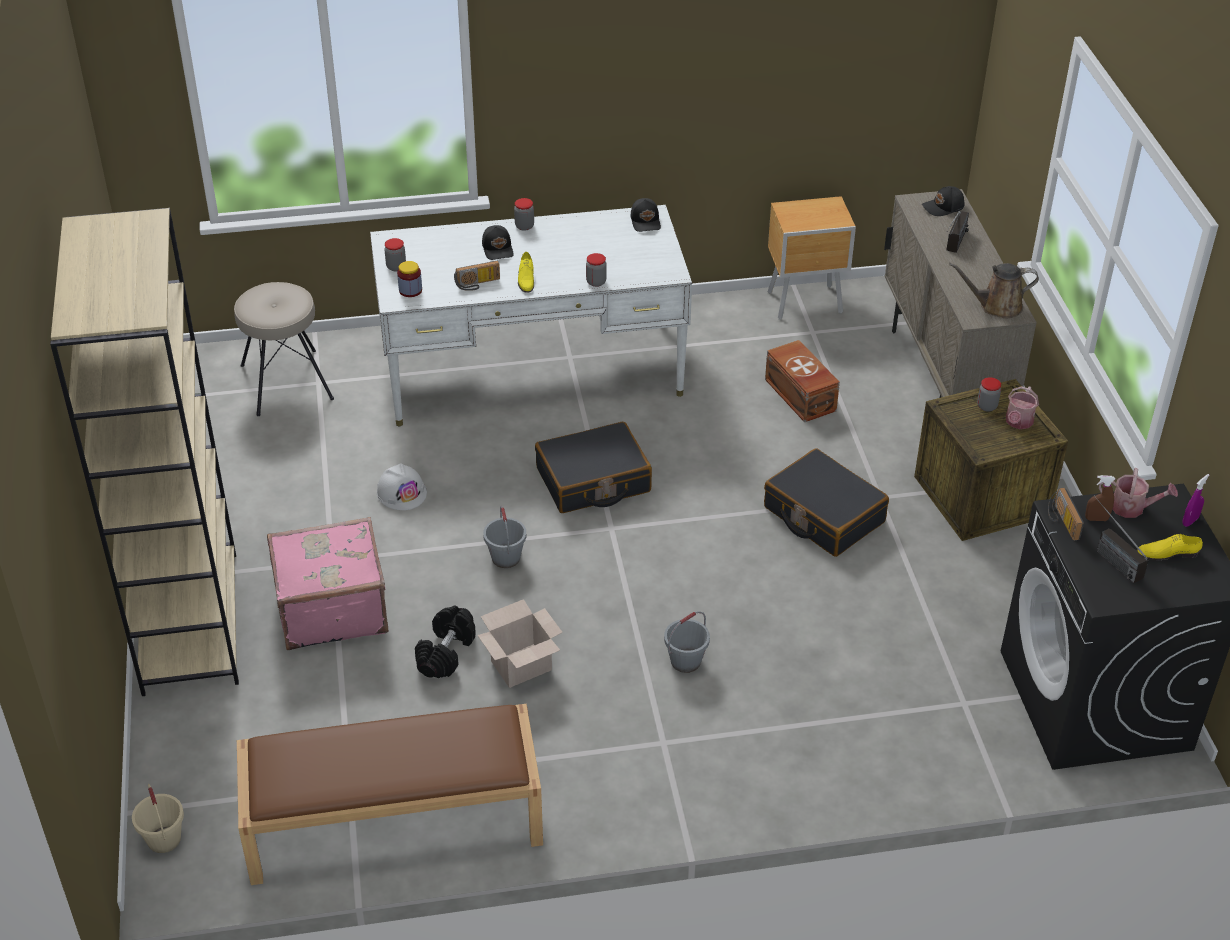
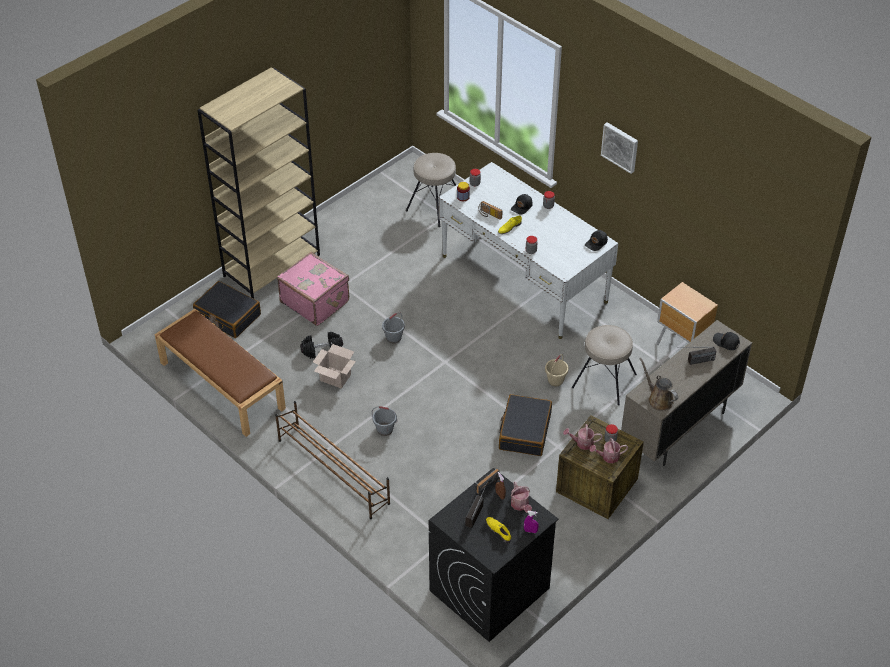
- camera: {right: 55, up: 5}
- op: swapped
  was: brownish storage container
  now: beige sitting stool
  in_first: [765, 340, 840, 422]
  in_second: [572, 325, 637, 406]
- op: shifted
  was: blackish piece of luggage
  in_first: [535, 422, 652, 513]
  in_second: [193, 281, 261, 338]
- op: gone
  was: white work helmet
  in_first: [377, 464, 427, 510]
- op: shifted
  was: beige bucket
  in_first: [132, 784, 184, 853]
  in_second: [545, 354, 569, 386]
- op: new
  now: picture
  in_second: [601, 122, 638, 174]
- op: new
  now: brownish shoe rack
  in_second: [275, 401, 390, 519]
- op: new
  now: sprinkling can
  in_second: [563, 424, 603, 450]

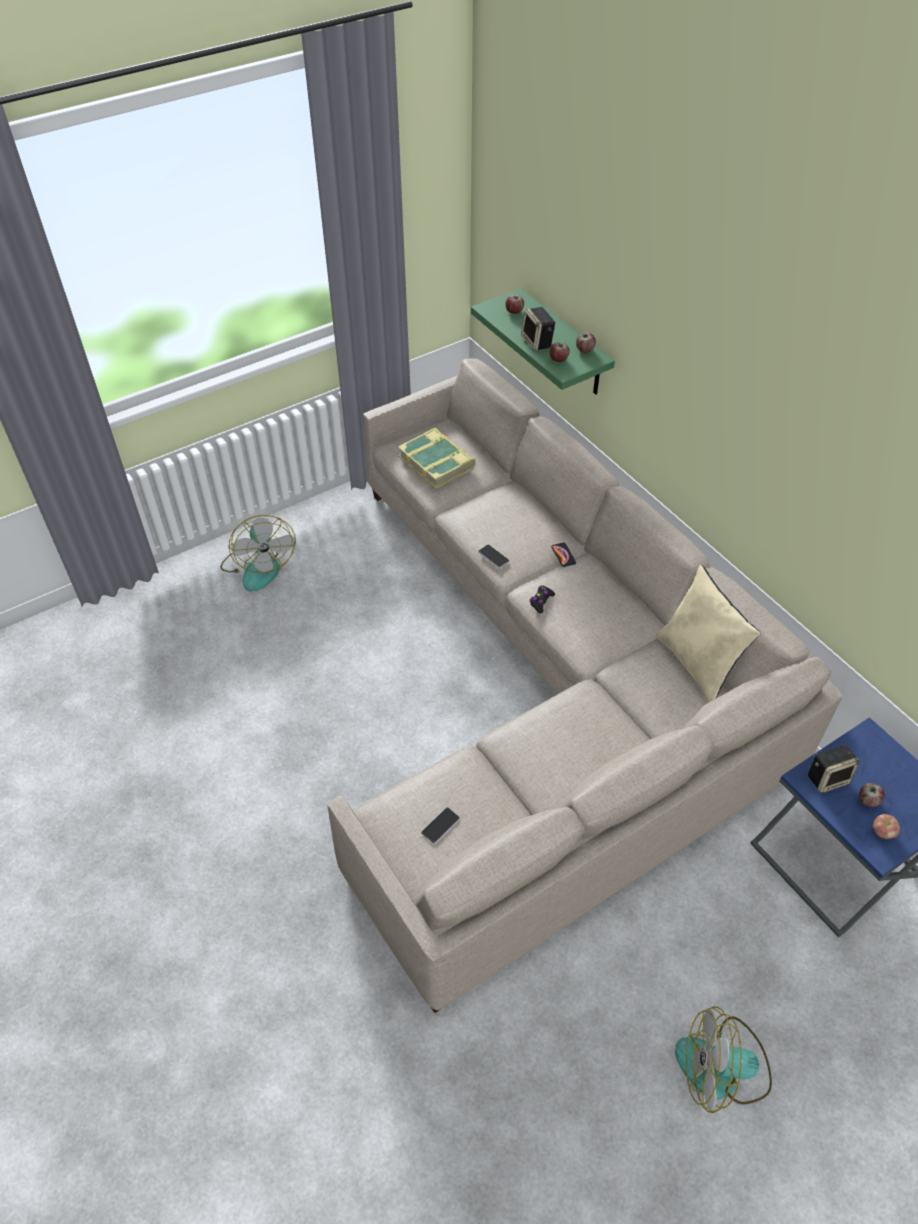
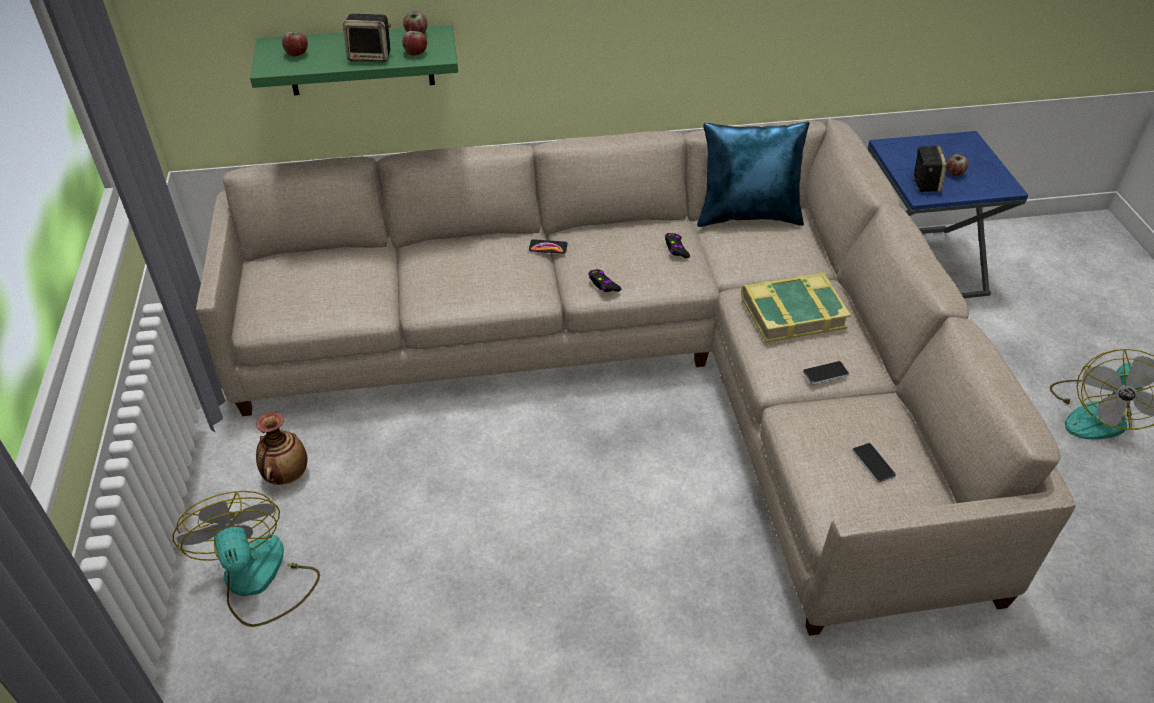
- camera: {right: -65, up: -5}
- op: shifted
  was: volume
  in_first: [398, 428, 476, 489]
  in_second: [741, 272, 851, 343]
- op: rotated
  was: electric fan
  in_first: [220, 515, 296, 591]
  in_second: [173, 491, 320, 627]
  clockwise: -120
- op: shifted
  was: telephone
  in_first: [478, 544, 509, 568]
  in_second: [803, 361, 849, 384]
- op: repainted
  was: beige throw pillow
  now: blue-coloured throw pillow
  in_first: [656, 565, 761, 703]
  in_second: [697, 122, 809, 227]
- op: gone
  was: apple
  in_first: [873, 814, 900, 839]
- op: new
  now: blackish joypad
  in_second: [665, 233, 690, 258]
- op: new
  now: flower vase
  in_second: [256, 412, 308, 485]

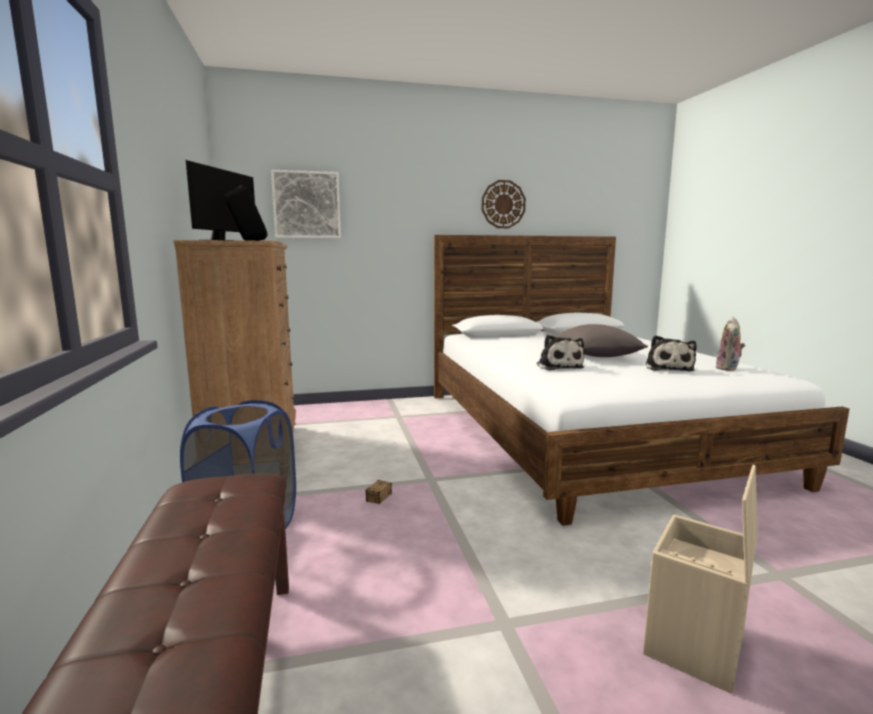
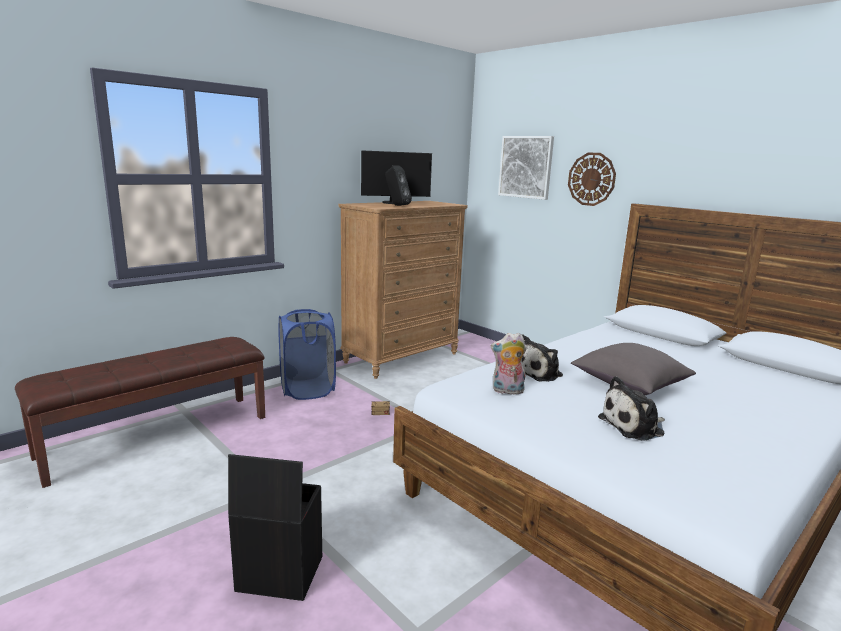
- camera: {right: 60, up: 5}
- op: shifted
  was: wall clock
  in_first: [482, 180, 526, 228]
  in_second: [568, 153, 616, 206]
- op: shifted
  was: soft toy
  in_first: [716, 317, 745, 371]
  in_second: [491, 333, 526, 394]
- op: repainted
  was: beige storage container
  now: blackish storage container
  in_first: [643, 465, 758, 694]
  in_second: [228, 454, 322, 601]

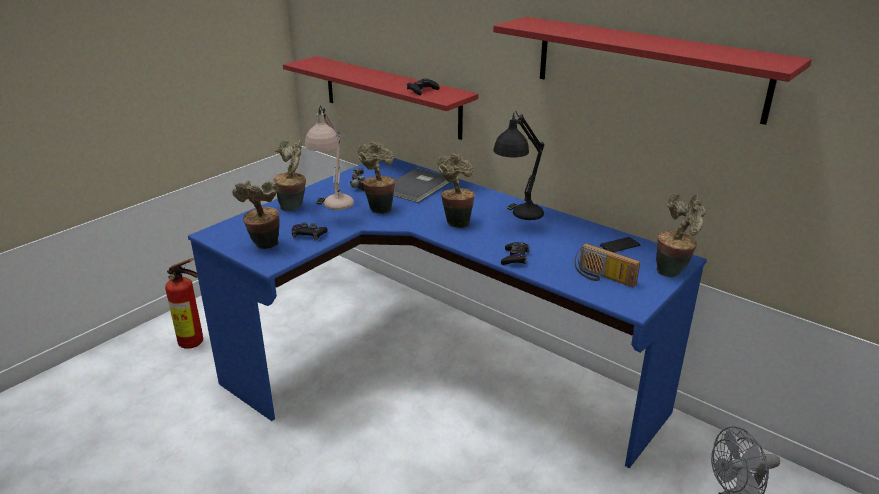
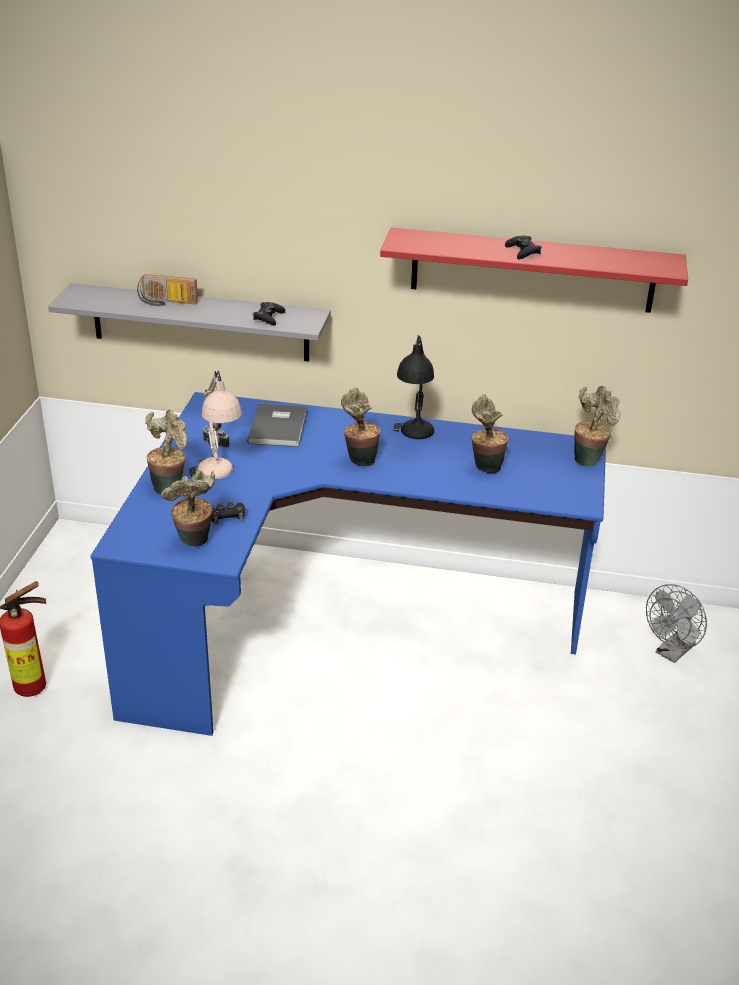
- camera: {right: -30, up: 5}
- op: repainted
  was: reddish shelf
  now: grey shelf
  in_first: [283, 56, 478, 140]
  in_second: [48, 283, 331, 362]
- op: shifted
  was: houseplant
  in_first: [358, 142, 395, 214]
  in_second: [471, 394, 509, 474]
- op: gone
  was: telephone
  in_first: [600, 237, 640, 252]
- op: shifted
  was: blackish joypad
  in_first: [501, 242, 530, 265]
  in_second: [505, 235, 542, 259]
- op: shifted
  was: radio set
  in_first: [575, 243, 640, 287]
  in_second: [137, 274, 198, 306]

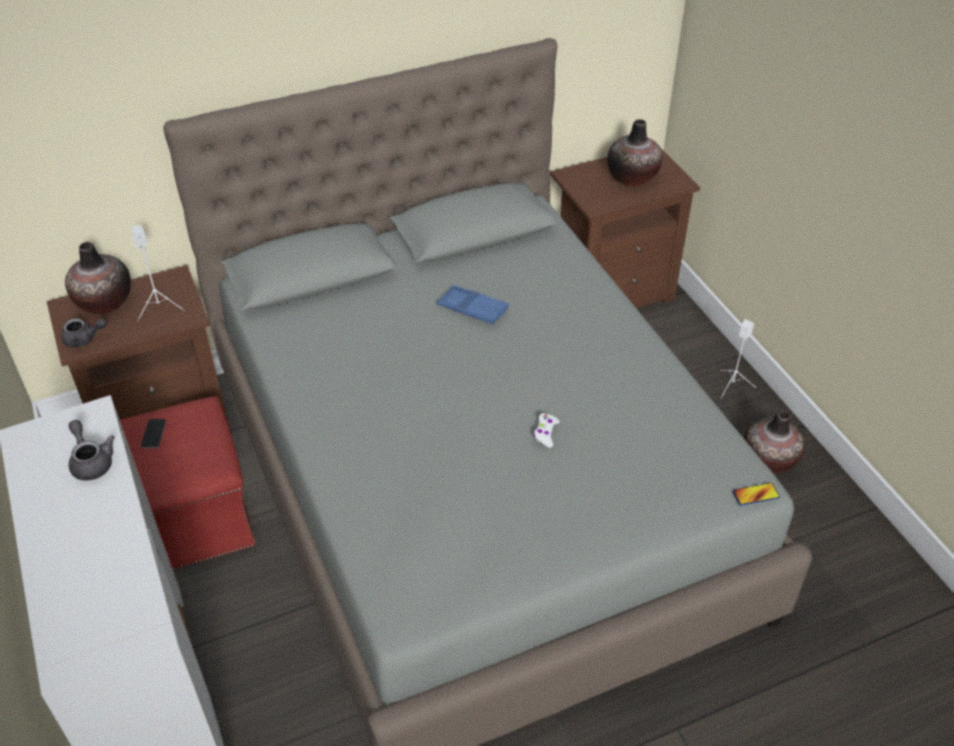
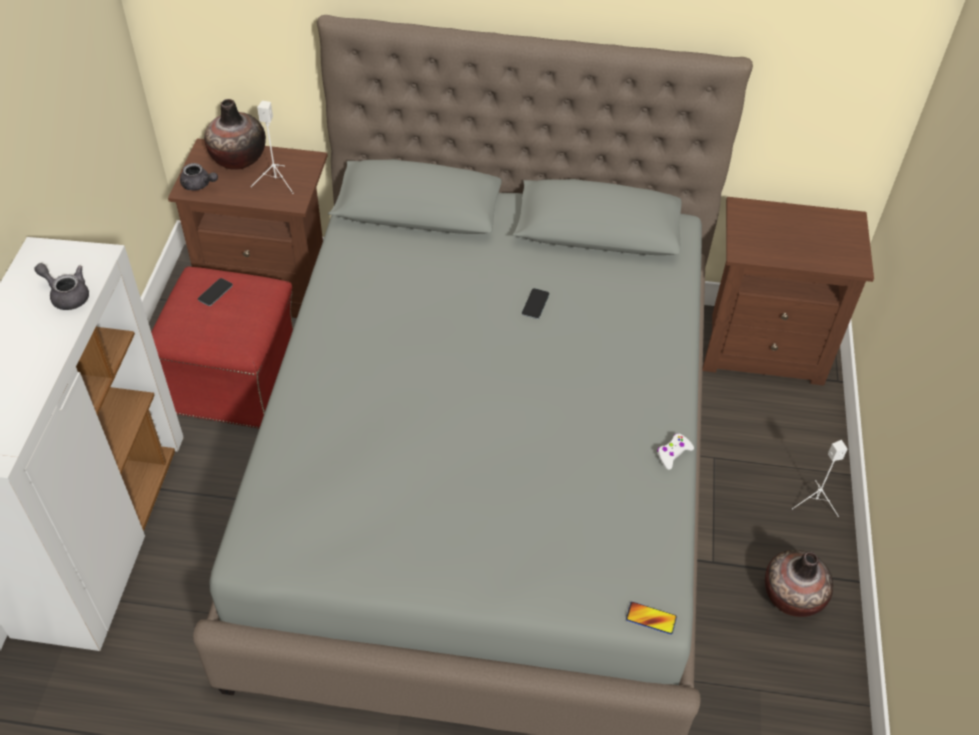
- camera: {right: 30, up: 5}
- op: gone
  was: flower vase
  in_first: [607, 119, 662, 186]
- op: swapped
  was: blue-coloured tray
  now: telephone
  in_first: [437, 285, 509, 324]
  in_second: [522, 288, 549, 319]
- op: shifted
  was: white joypad
  in_first: [533, 413, 560, 448]
  in_second: [657, 433, 694, 470]
- op: rotated
  was: grey pot for tea
  in_first: [69, 420, 115, 481]
  in_second: [34, 263, 89, 310]
  clockwise: -60

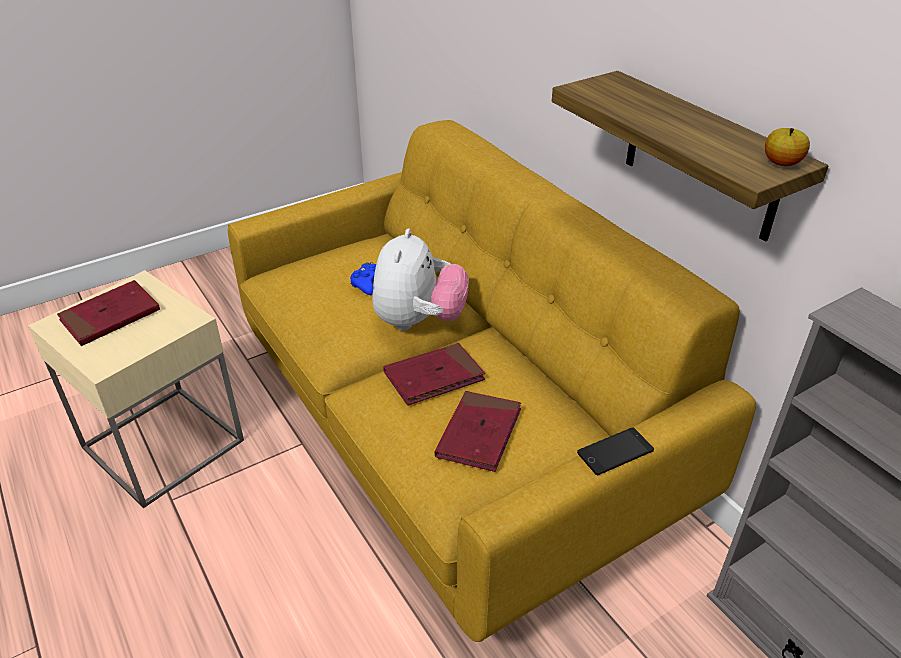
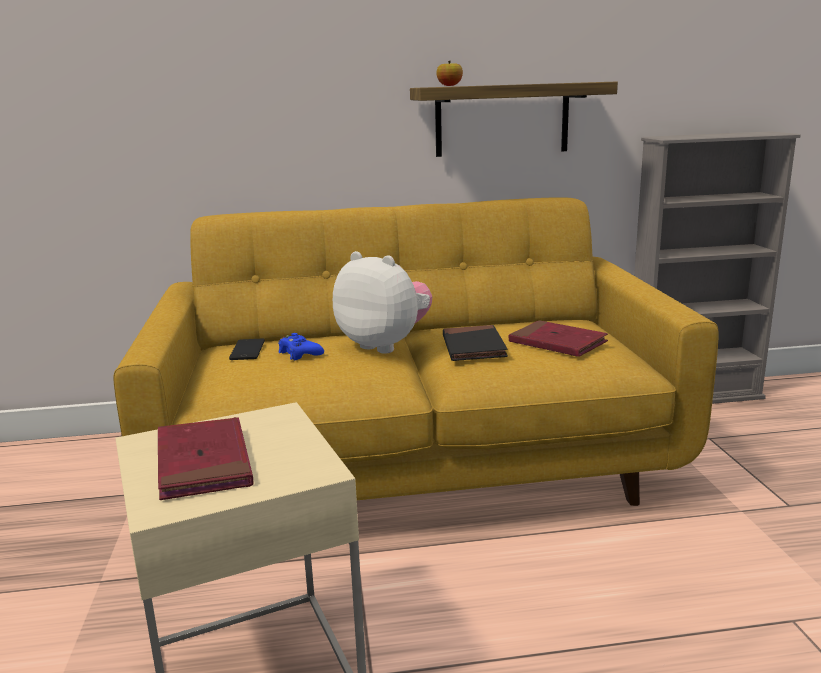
- camera: {right: -65, up: -20}
- op: shifted
  was: apple
  in_first: [765, 128, 810, 166]
  in_second: [436, 61, 463, 86]
- op: repainted
  was: reddish volume
  now: blackish volume
  in_first: [383, 343, 485, 405]
  in_second: [443, 325, 508, 361]
- op: shifted
  was: telephone
  in_first: [577, 427, 654, 475]
  in_second: [229, 339, 265, 360]

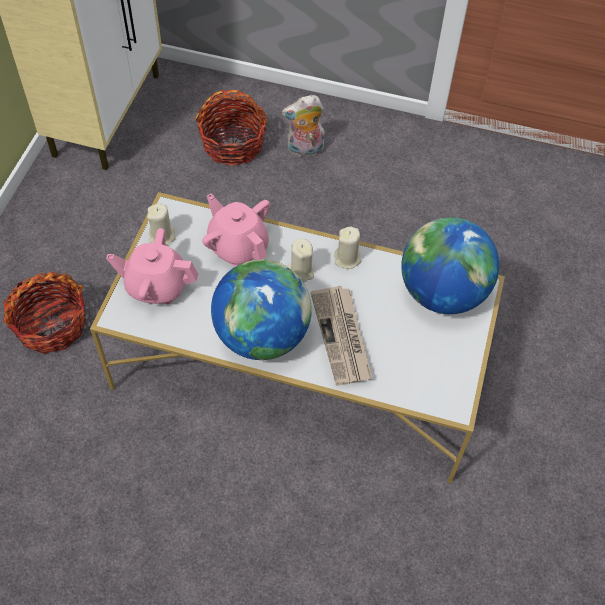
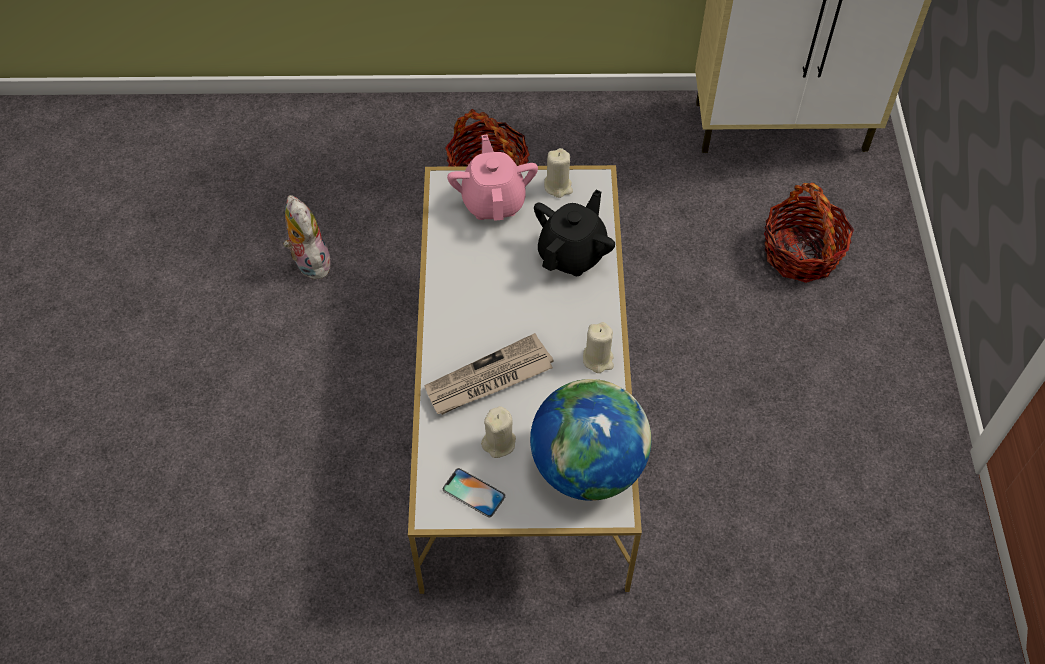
- camera: {right: 75, up: 0}
- op: shifted
  was: soft toy
  in_first: [282, 95, 324, 159]
  in_second: [283, 195, 331, 280]
- op: repainted
  was: pink pot for tea
  now: blackish pot for tea
  in_first: [202, 193, 270, 266]
  in_second: [534, 189, 615, 276]
- op: shifted
  was: beige candle
  in_first: [287, 239, 314, 282]
  in_second: [481, 406, 516, 458]
- op: gone
  was: world globe
  in_first: [211, 260, 312, 360]
- op: new
  now: telephone
  in_second: [443, 468, 505, 517]

